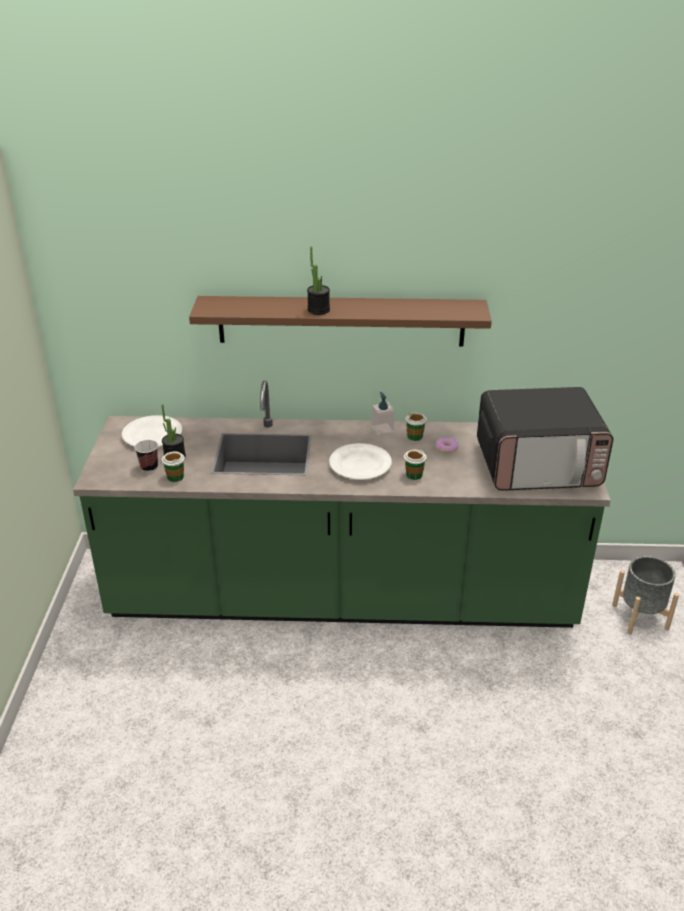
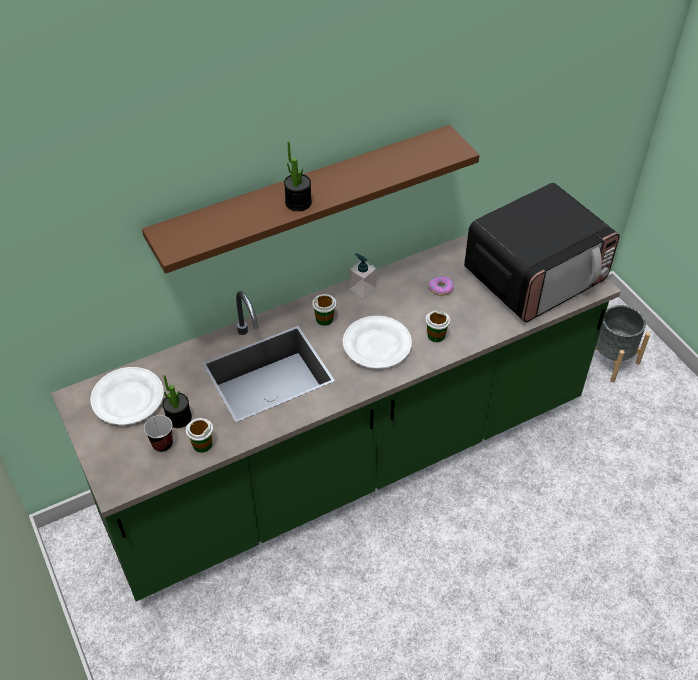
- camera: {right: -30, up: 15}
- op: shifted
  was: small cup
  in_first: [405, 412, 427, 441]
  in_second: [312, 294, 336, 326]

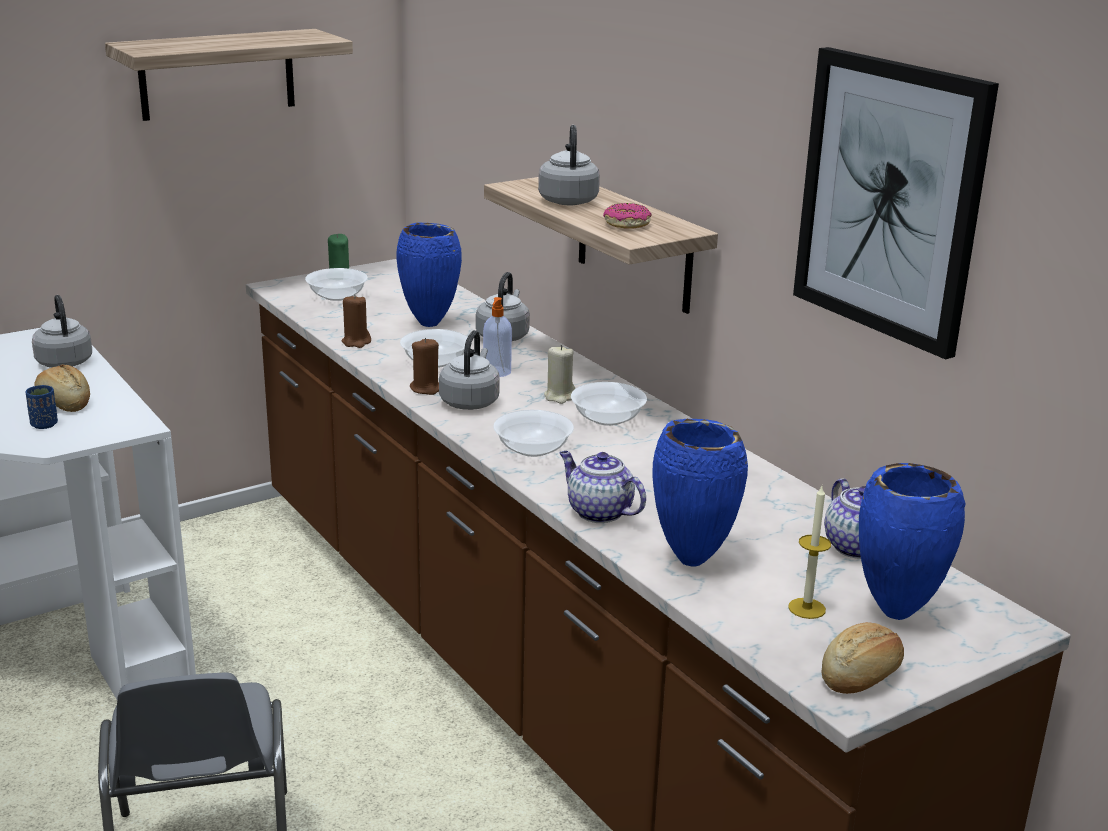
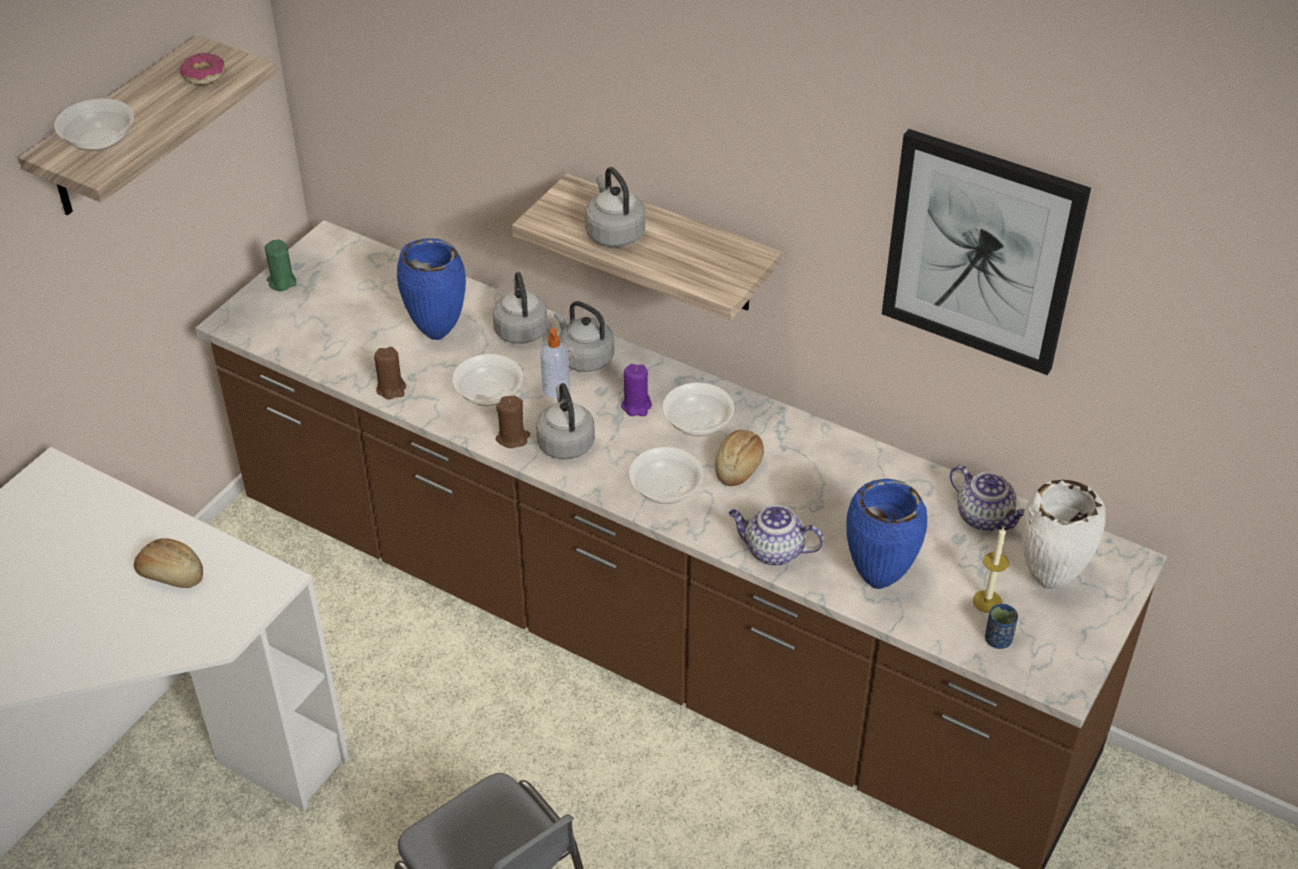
- camera: {right: -25, up: 20}
- op: shifted
  was: donut
  in_first: [603, 203, 652, 228]
  in_second: [180, 53, 225, 85]
- op: shifted
  was: deep dish
  in_first: [305, 268, 368, 301]
  in_second: [54, 98, 134, 151]
- op: shifted
  was: grey tea kettle
  in_first: [32, 295, 92, 368]
  in_second: [554, 301, 614, 372]
- op: repainted
  was: beige candle
  now: purplish candle
  in_first: [544, 345, 575, 404]
  in_second: [621, 364, 652, 416]
- op: shifted
  was: blue-coloured small cup
  in_first: [26, 385, 58, 429]
  in_second: [985, 604, 1018, 649]
- op: repainted
  was: blue-coloured flower vase
  now: white flower vase
  in_first: [859, 463, 965, 620]
  in_second: [1022, 479, 1105, 589]
- op: shifted
  was: bakery bread
  in_first: [821, 622, 904, 694]
  in_second: [715, 430, 764, 486]

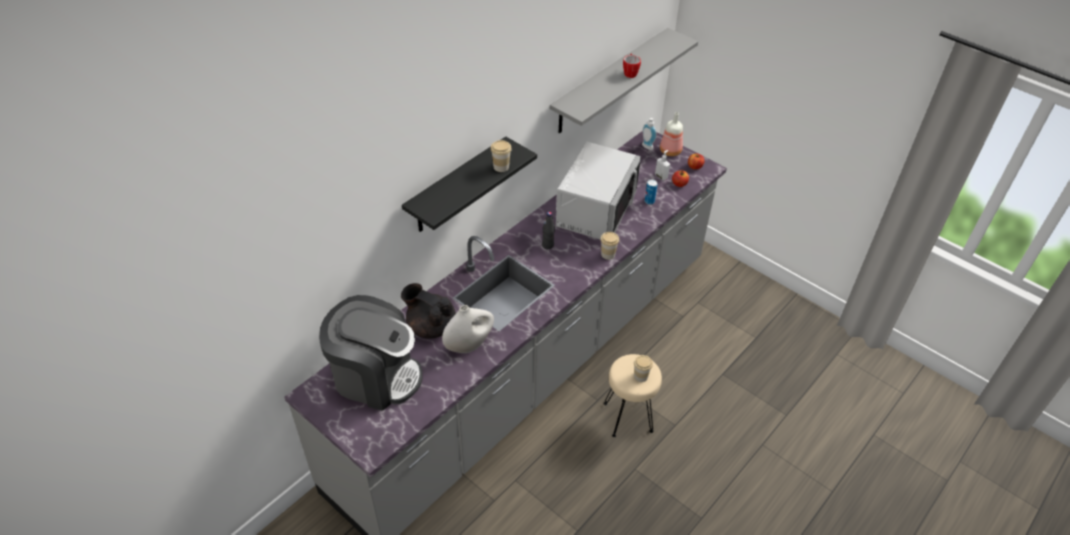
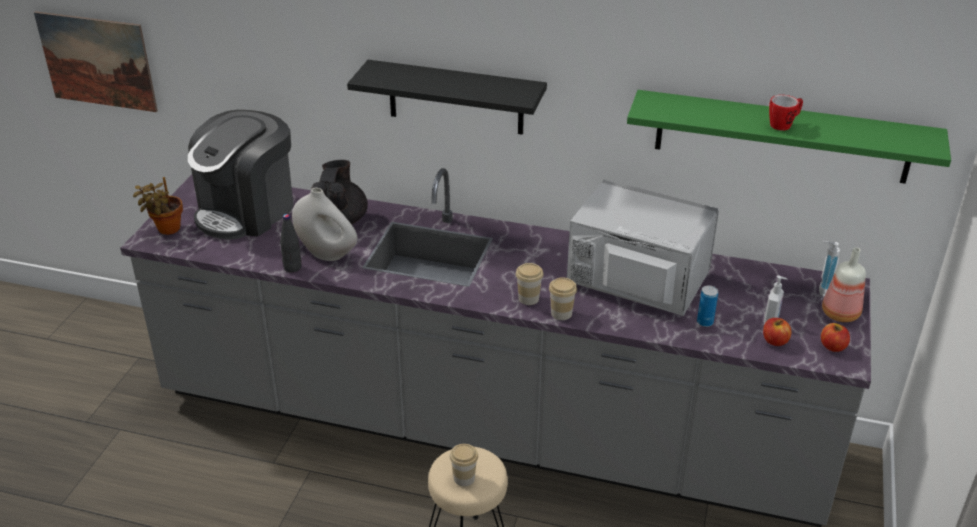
- camera: {right: 65, up: -10}
- op: repainted
  was: grey shelf
  now: greenish shelf
  in_first: [550, 28, 698, 133]
  in_second: [627, 90, 951, 184]
- op: shifted
  was: small cup
  in_first: [491, 140, 512, 172]
  in_second: [516, 263, 544, 305]
- op: rotated
  was: grey microwave
  in_first: [556, 142, 641, 239]
  in_second: [567, 180, 719, 316]
  clockwise: -150
- op: shifted
  was: blackish drink bottle
  in_first: [542, 212, 555, 249]
  in_second: [280, 214, 302, 273]
- op: rotated
  was: coffee maker
  in_first: [319, 295, 423, 411]
  in_second: [188, 110, 293, 240]
  clockwise: 45
- op: new
  now: picture
  in_second: [34, 11, 158, 112]
- op: new
  now: houseplant
  in_second: [133, 177, 183, 235]

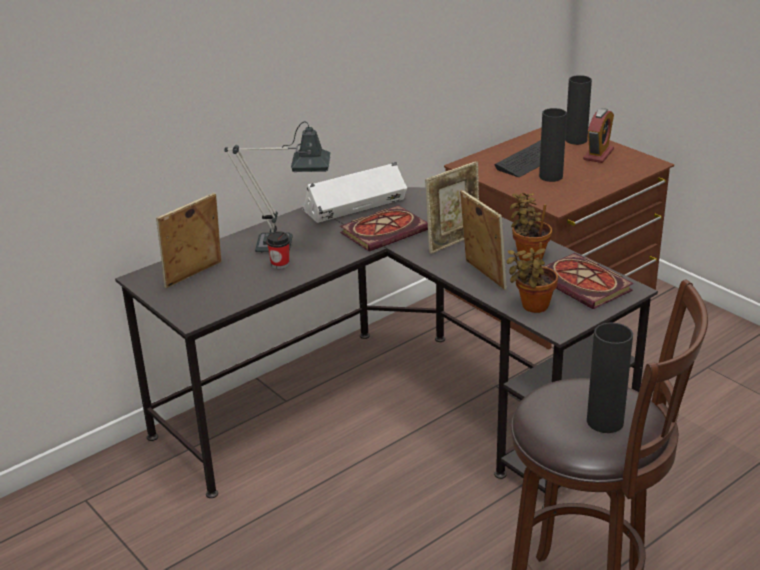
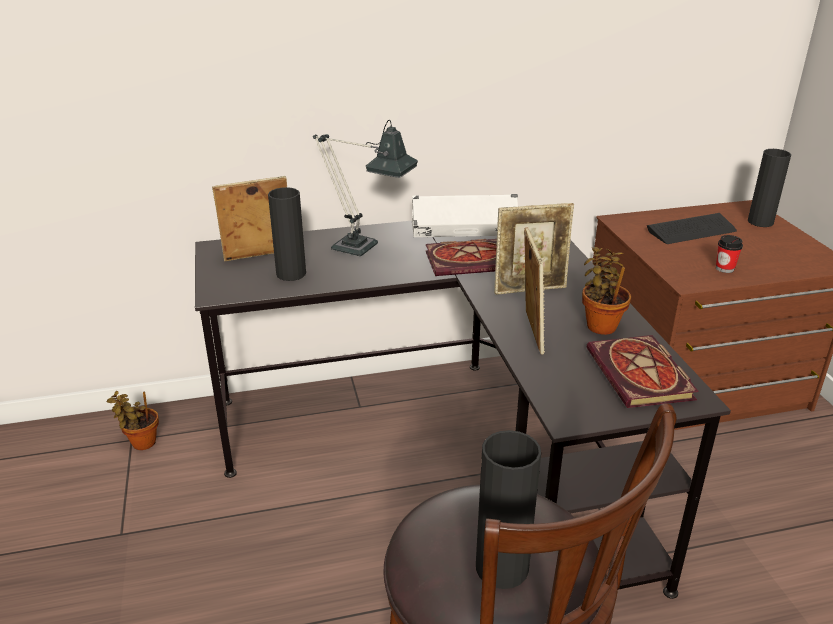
- camera: {right: 25, up: 0}
- op: shifted
  was: blackish flower vase
  in_first: [539, 108, 567, 182]
  in_second: [268, 187, 306, 281]
- op: gone
  was: bedside clock
  in_first: [583, 108, 614, 163]
- op: shifted
  was: small cup
  in_first: [266, 231, 290, 269]
  in_second: [716, 235, 743, 273]
- op: shifted
  was: houseplant
  in_first: [506, 242, 558, 313]
  in_second: [107, 391, 159, 450]

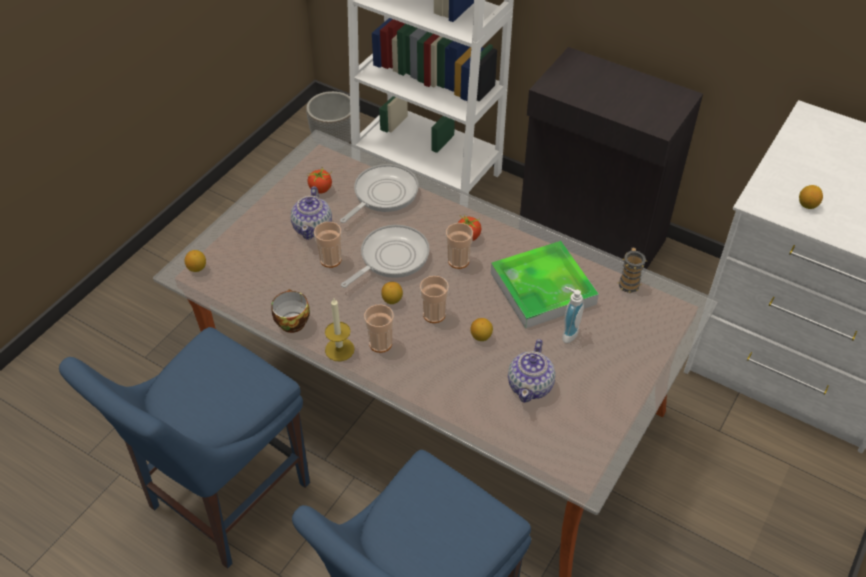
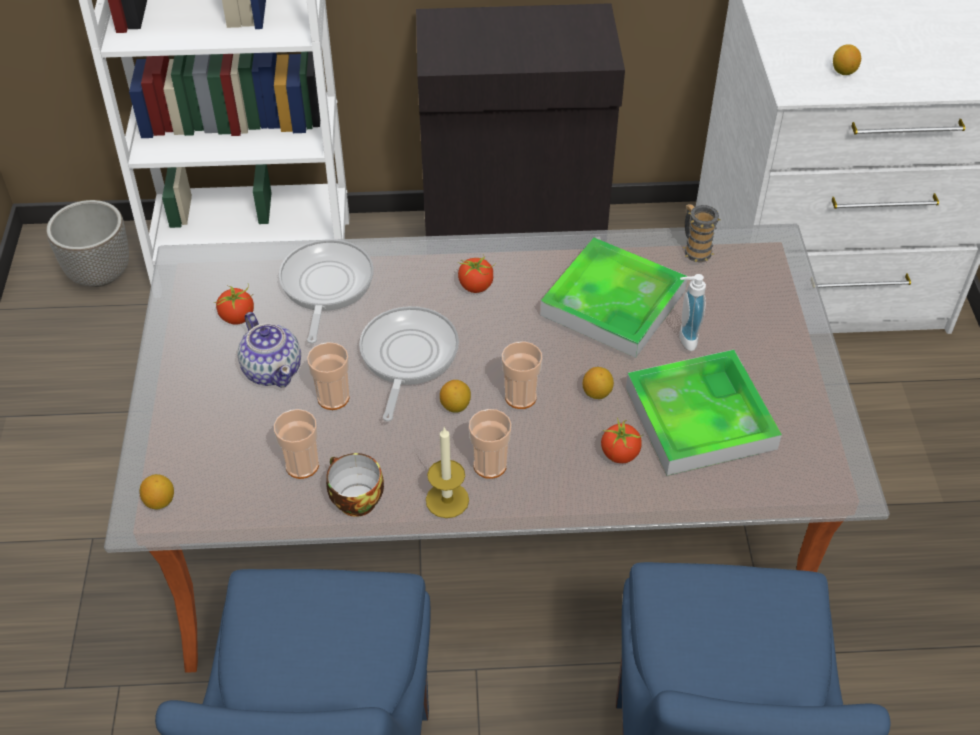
- camera: {right: -35, up: 0}
- op: shifted
  was: small cup
  in_first: [446, 223, 473, 269]
  in_second: [274, 409, 319, 479]
- op: swapped
  was: pot for tea
  now: tray
  in_first: [508, 339, 556, 403]
  in_second: [626, 350, 782, 476]
- op: new
  now: whole tomato
  in_second: [601, 418, 642, 463]

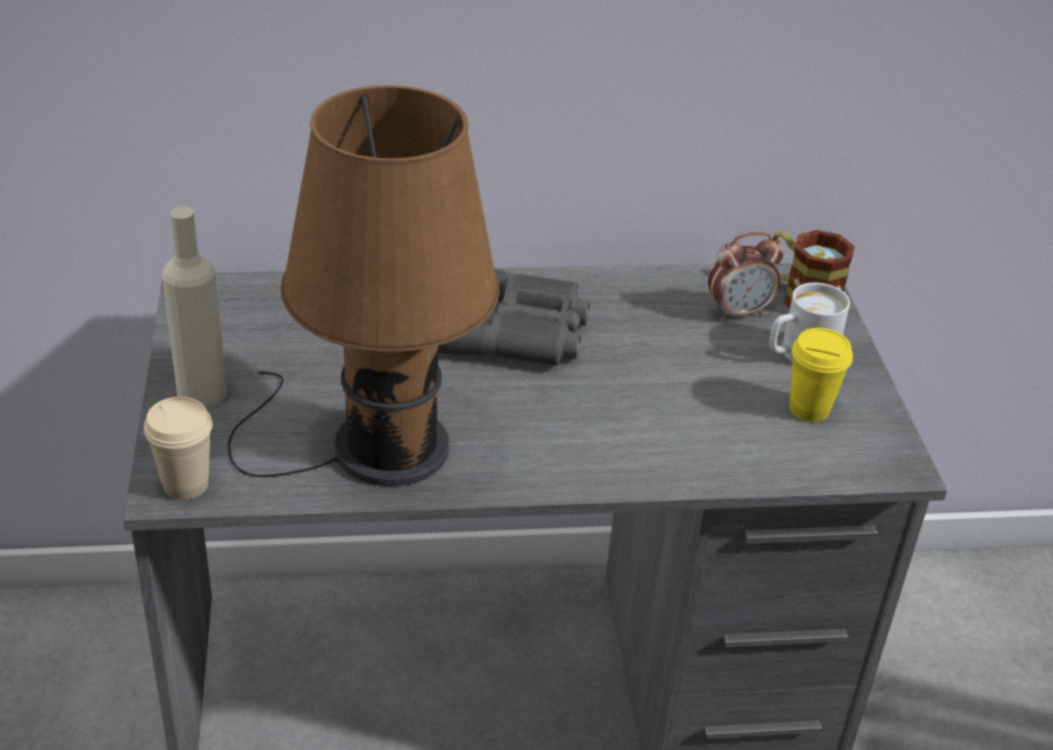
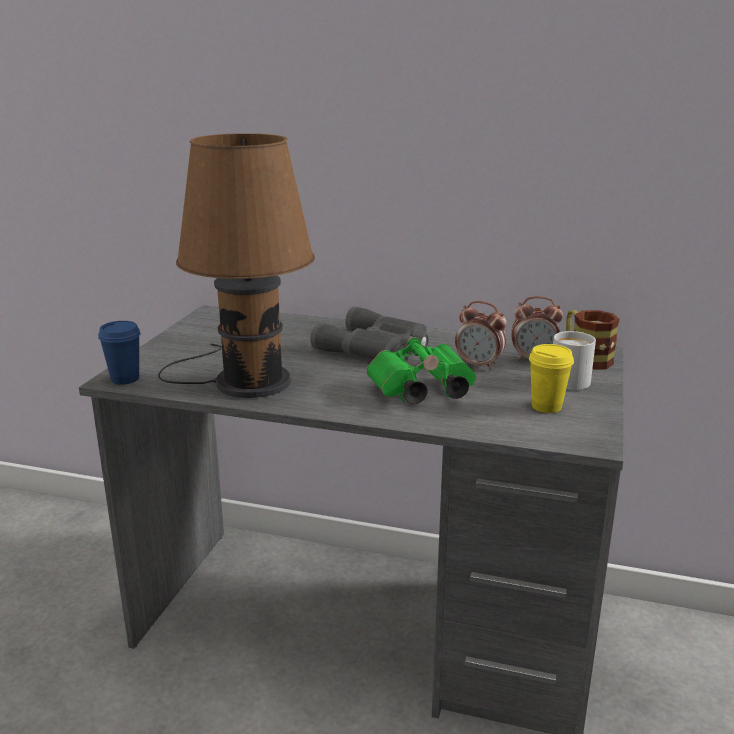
- camera: {right: 25, up: -15}
- op: gone
  was: beige drink bottle
  in_first: [162, 207, 227, 409]
- op: repainted
  was: beige small cup
  now: blue-coloured small cup
  in_first: [144, 397, 213, 500]
  in_second: [98, 321, 141, 385]
- op: new
  now: bedside clock
  in_second: [455, 301, 507, 371]
- op: new
  now: greenish field glasses
  in_second: [367, 338, 476, 404]

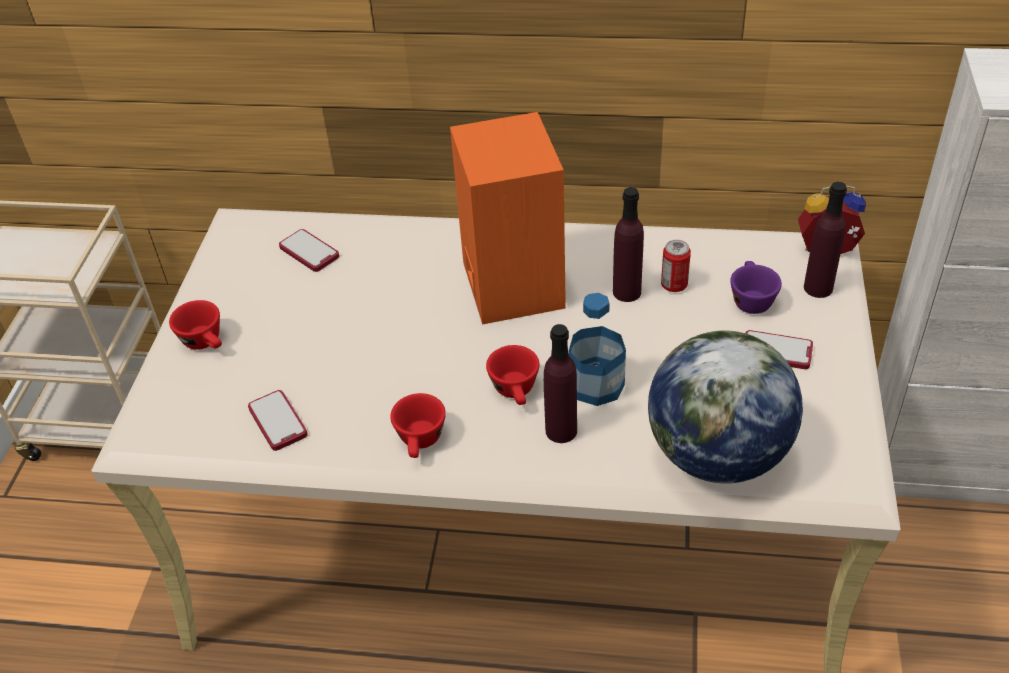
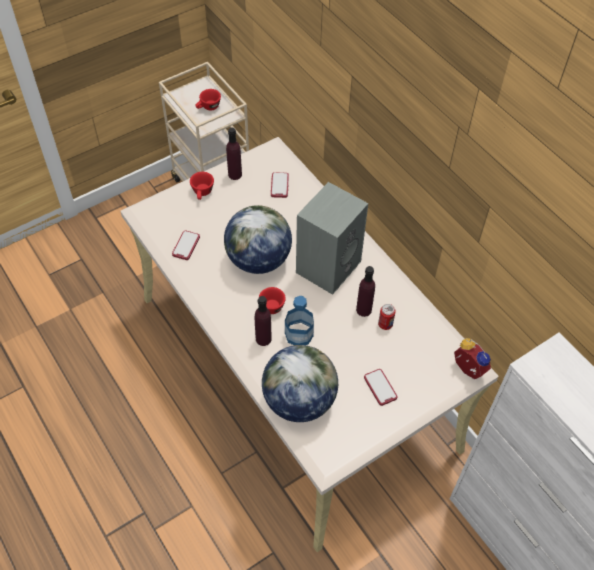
- camera: {right: 45, up: 10}
- op: repainted
  was: orange-coloured speaker
  now: grey speaker
  in_first: [450, 112, 566, 325]
  in_second: [296, 182, 368, 295]
- op: shifted
  was: purplish drink bottle
  in_first: [804, 182, 847, 298]
  in_second: [226, 128, 242, 180]
- op: gone
  was: purplish small cup
  in_first: [730, 261, 782, 314]
- op: shifted
  was: reddish small cup
  in_first: [390, 393, 446, 458]
  in_second: [195, 89, 221, 111]
- op: new
  now: world globe
  in_second: [224, 205, 292, 274]

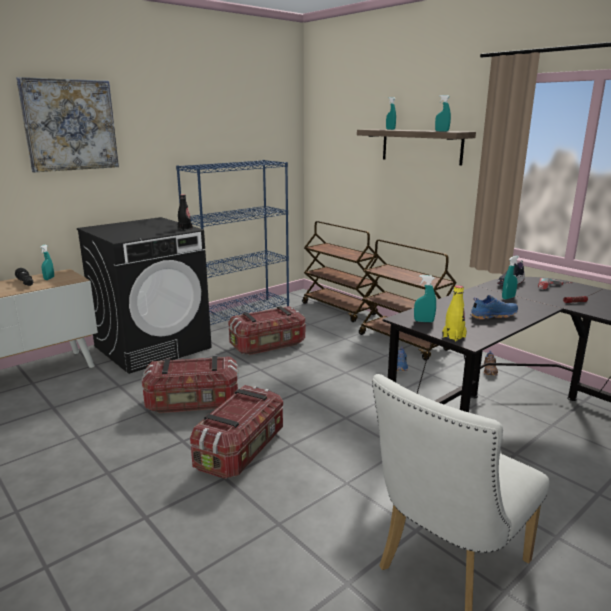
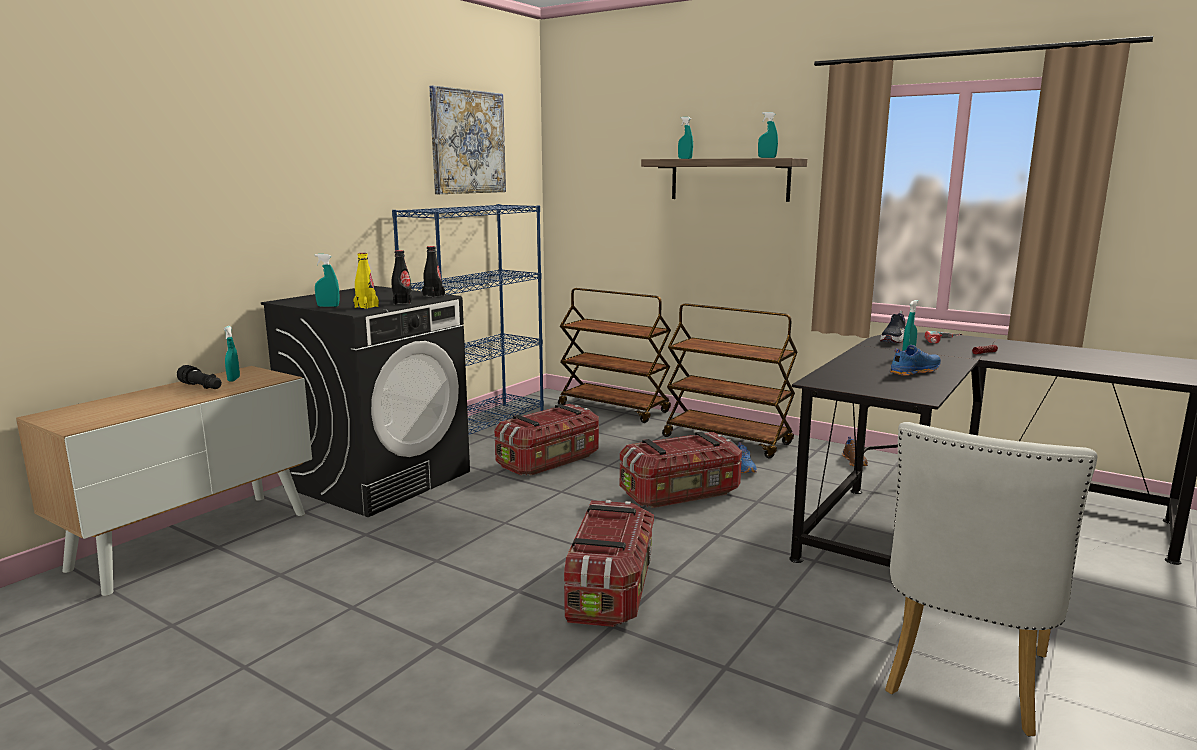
- camera: {right: -15, up: -5}
- op: shifted
  was: picture
  in_first: [16, 77, 119, 172]
  in_second: [429, 85, 506, 194]
- op: shifted
  was: turquoise-coloured hand sprayer
  in_first: [414, 275, 436, 322]
  in_second: [315, 254, 340, 307]
- op: shifted
  was: yellow-coloured drink bottle
  in_first: [442, 285, 467, 342]
  in_second: [353, 253, 379, 309]
- op: shifted
  was: storage container
  in_first: [141, 356, 239, 413]
  in_second: [620, 431, 742, 508]
- op: new
  now: blackish drink bottle
  in_second: [392, 250, 412, 305]

